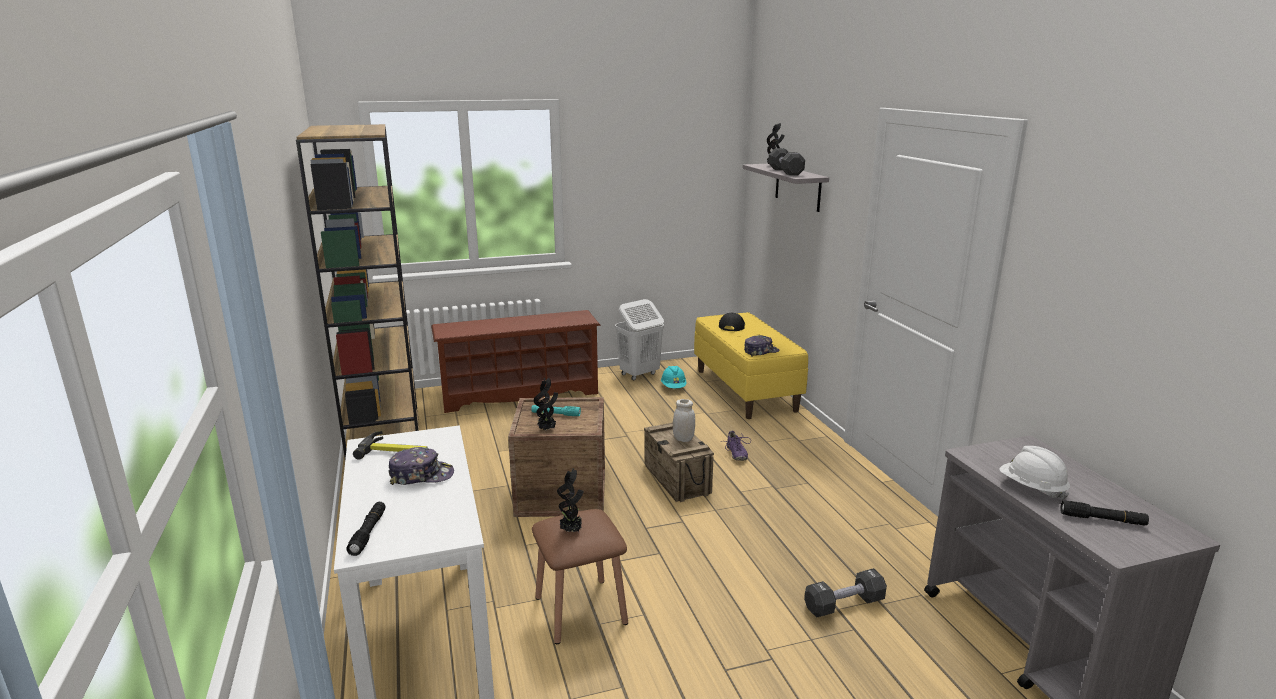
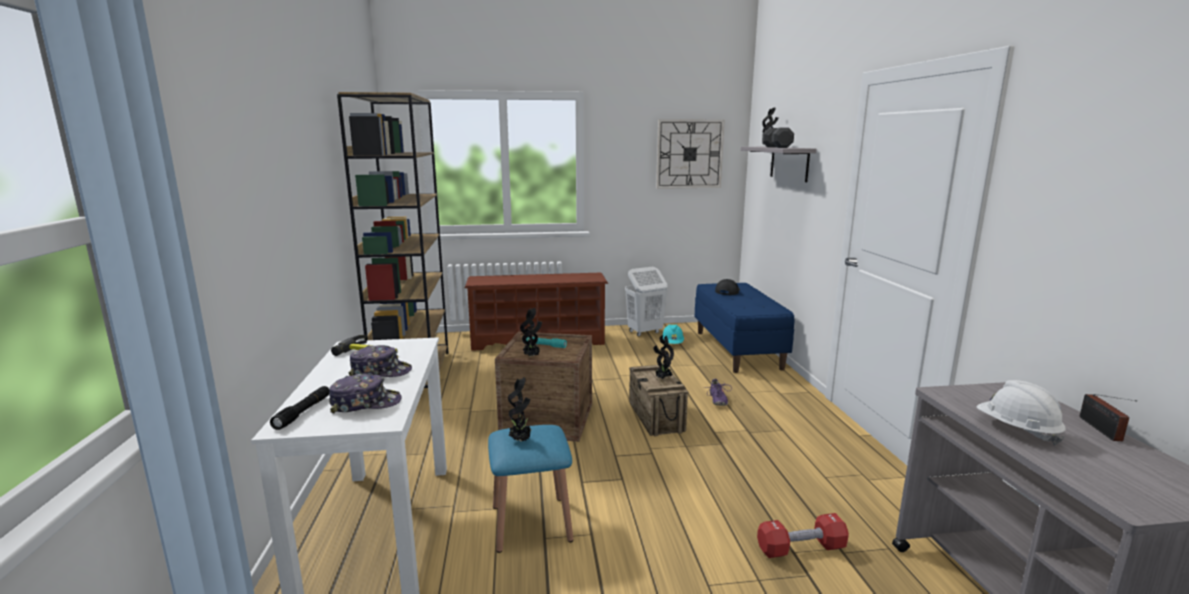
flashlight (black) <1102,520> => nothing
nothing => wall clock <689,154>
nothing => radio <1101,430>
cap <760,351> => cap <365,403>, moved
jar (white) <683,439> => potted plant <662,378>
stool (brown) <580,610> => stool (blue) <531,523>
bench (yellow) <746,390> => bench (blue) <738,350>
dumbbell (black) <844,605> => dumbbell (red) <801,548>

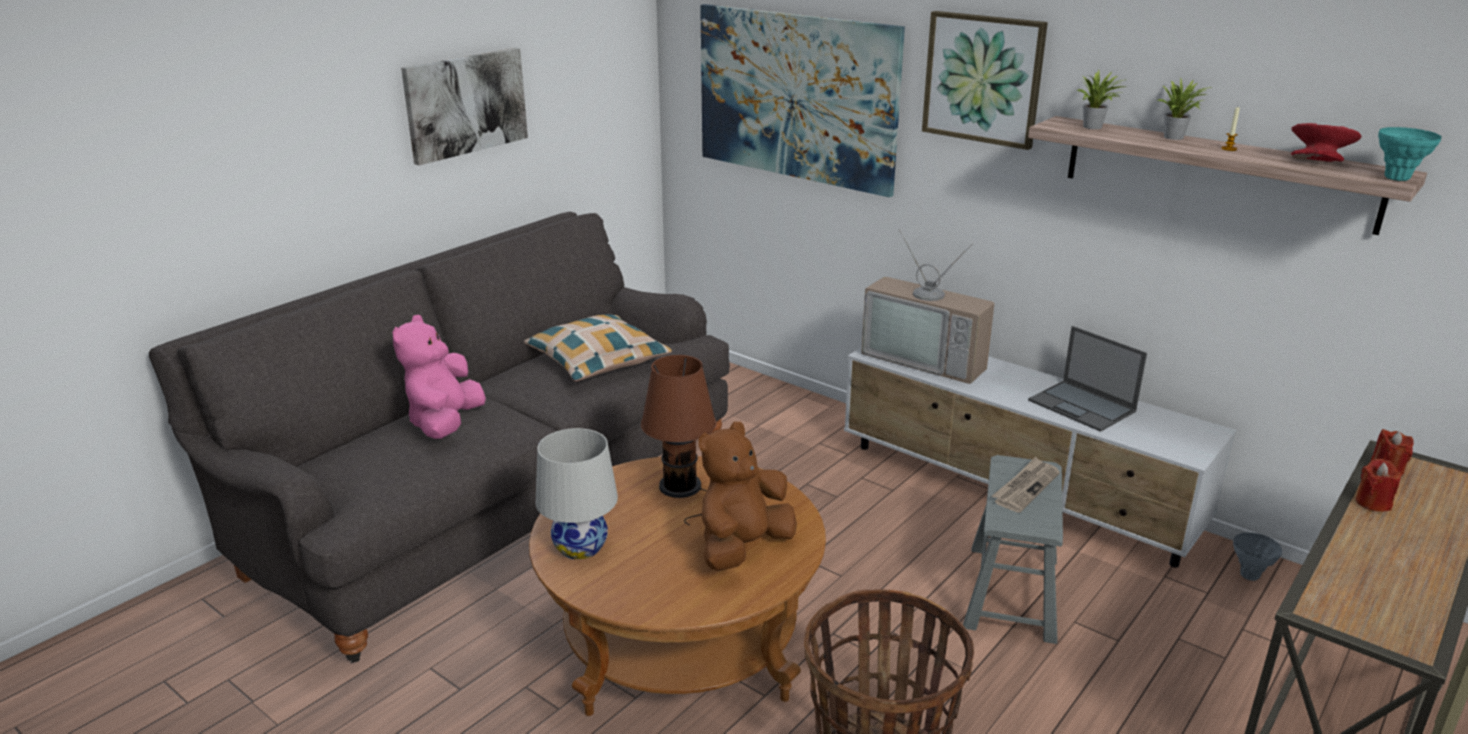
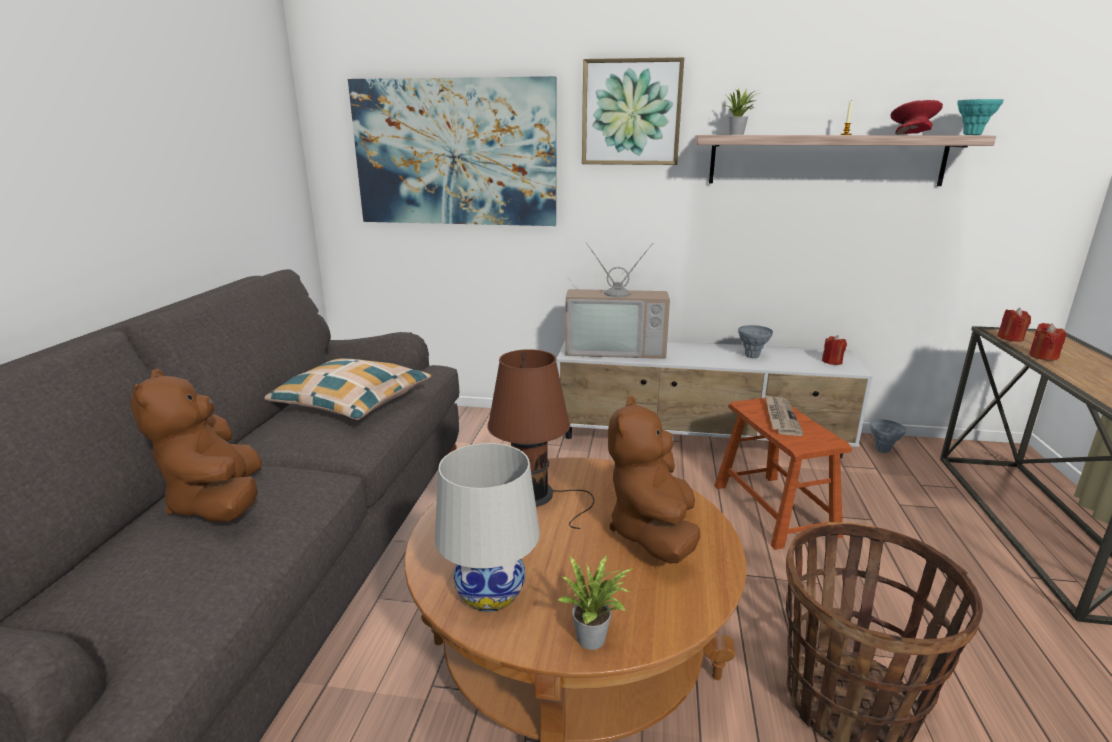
picture <465,104> => nothing
nothing => candle (red) <832,362>
potted plant <1176,137> => potted plant <595,639>, moved
laptop <1083,406> => vase (grey) <752,356>
plush toy (pink) <445,424> => plush toy (brown) <218,503>
stool (grey) <1011,592> => stool (brown) <774,509>

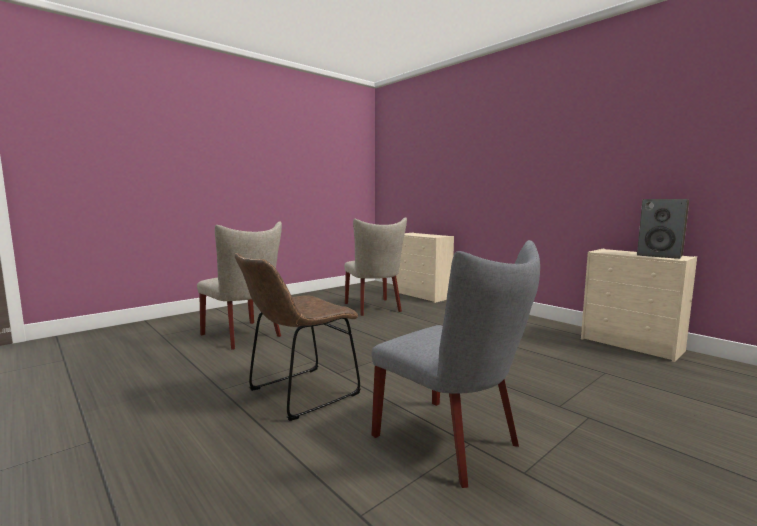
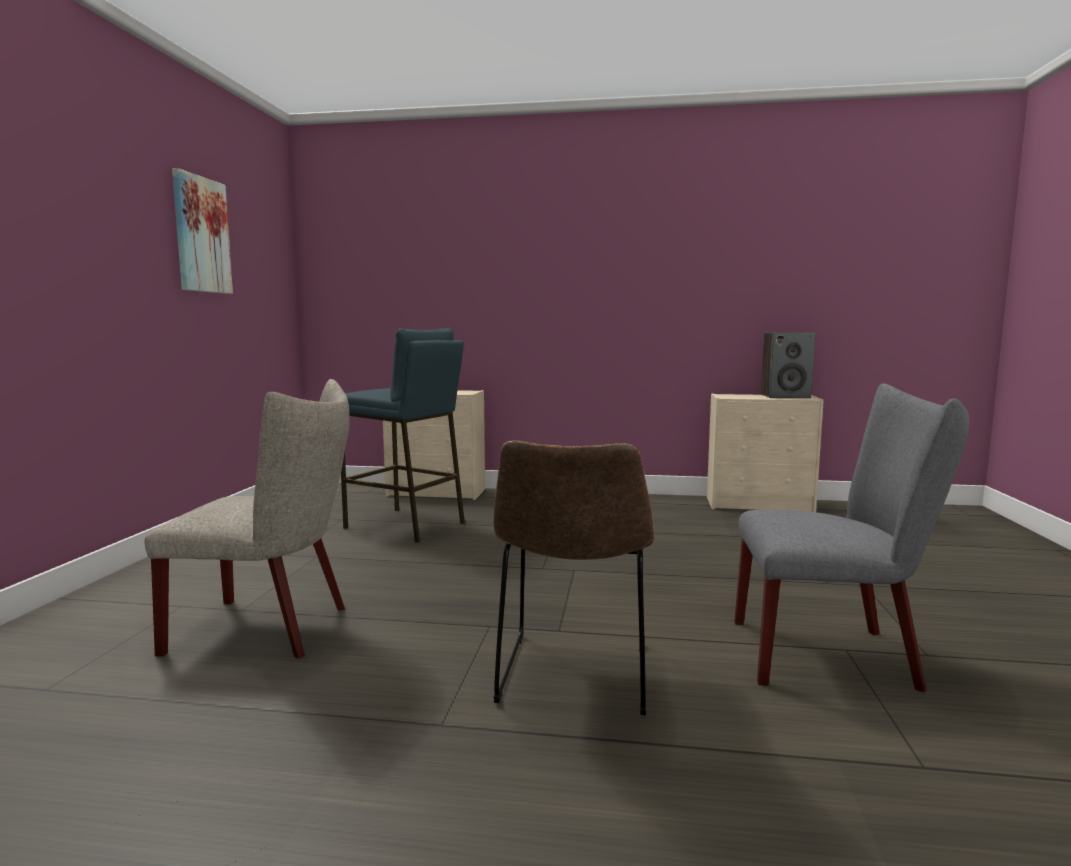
nothing => picture <201,235>
chair (beige) <374,308> => stool (blue) <405,525>

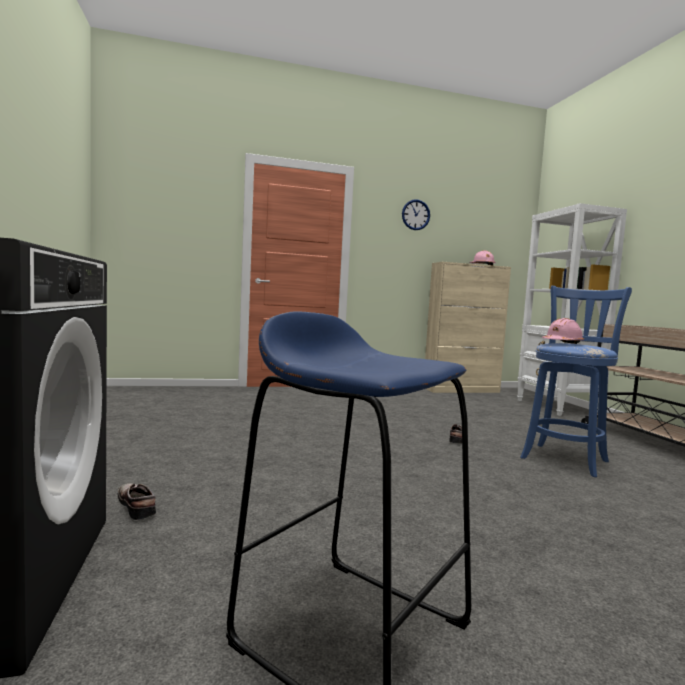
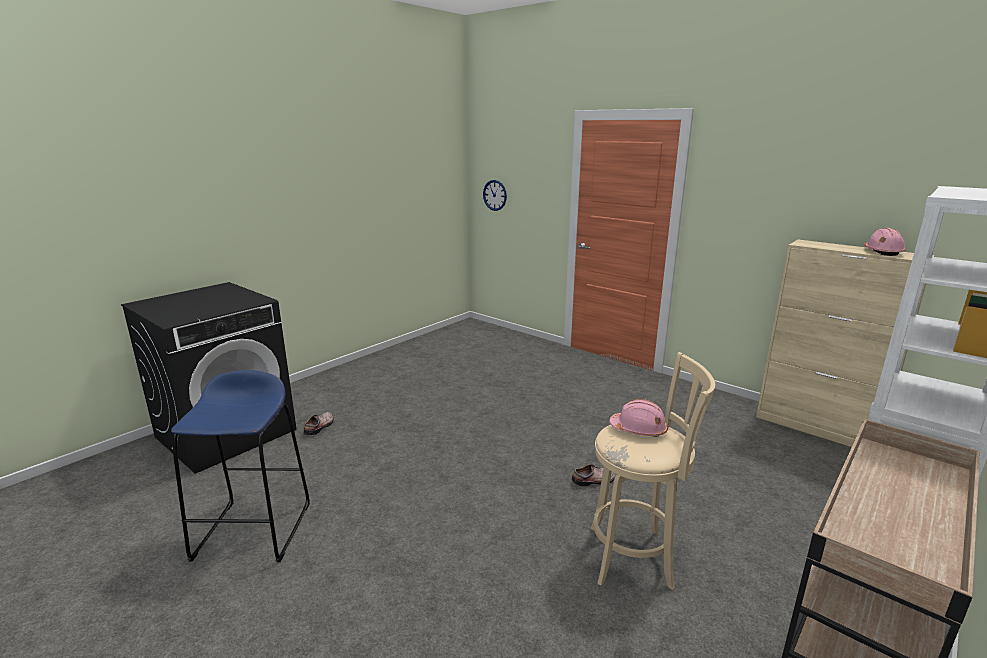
wall clock <415,215> => wall clock <495,195>, moved
stool (blue) <565,458> => stool (beige) <635,557>

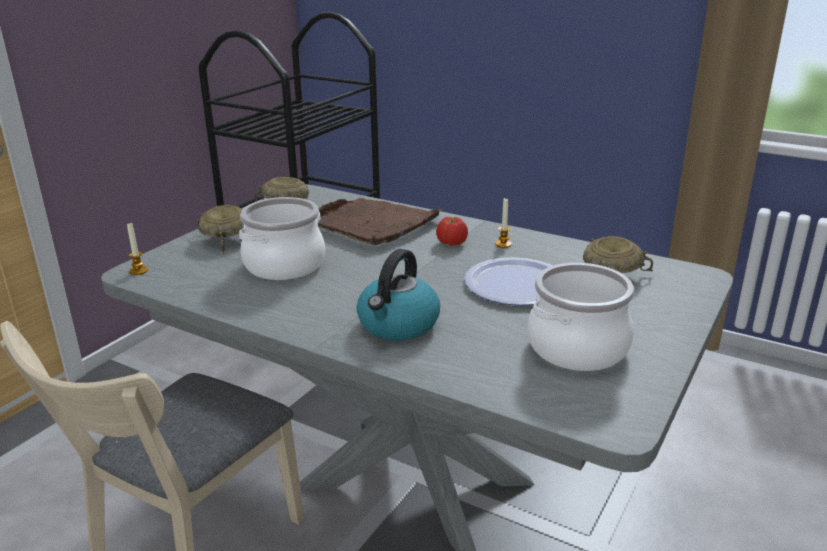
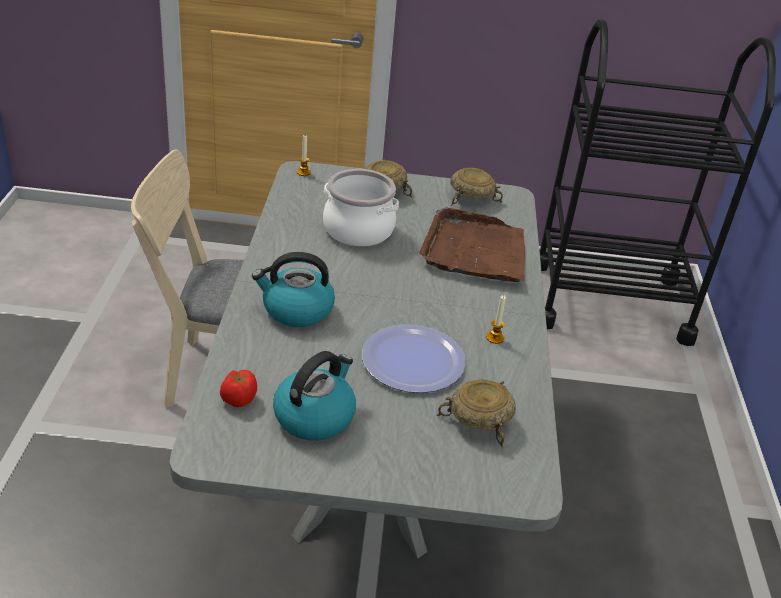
tomato <451,243> => tomato <238,399>, moved
cooking pot <578,348> => kettle <315,416>

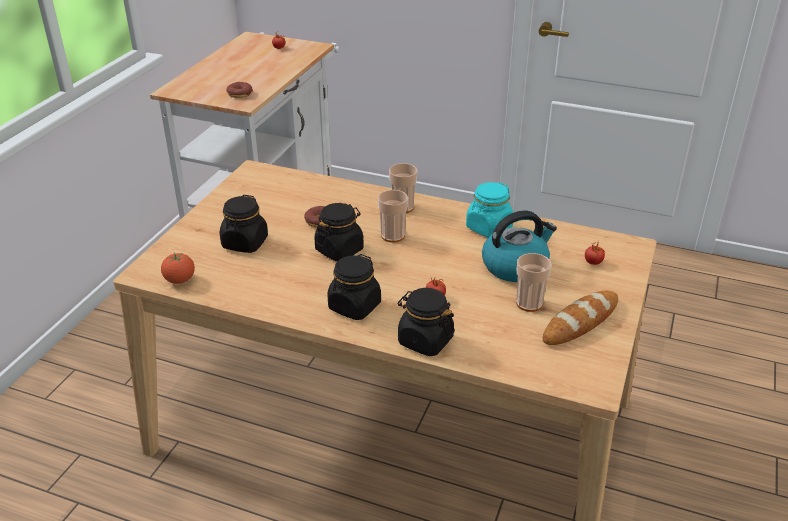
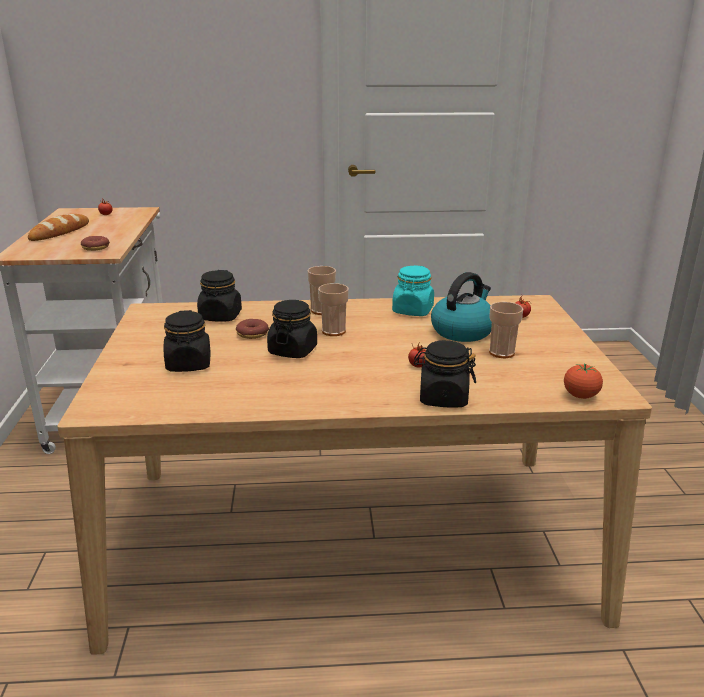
tomato <180,280> => tomato <580,396>, moved
jar (black) <354,306> => jar (black) <220,316>, moved
bread <580,322> => bread <60,232>, moved

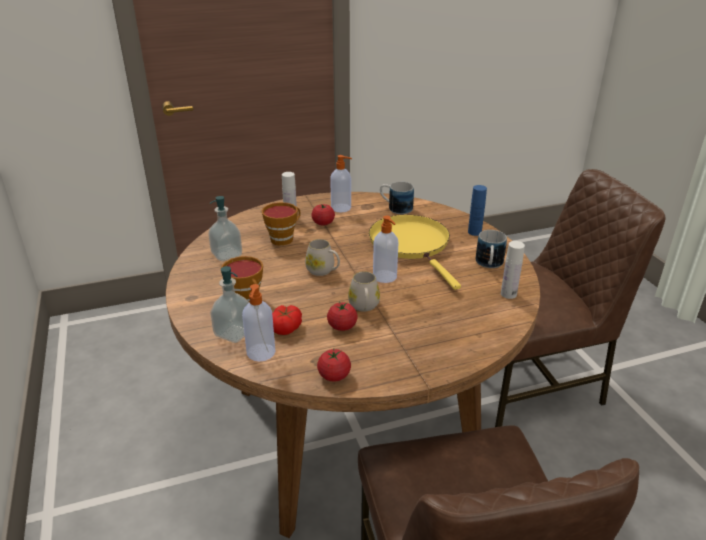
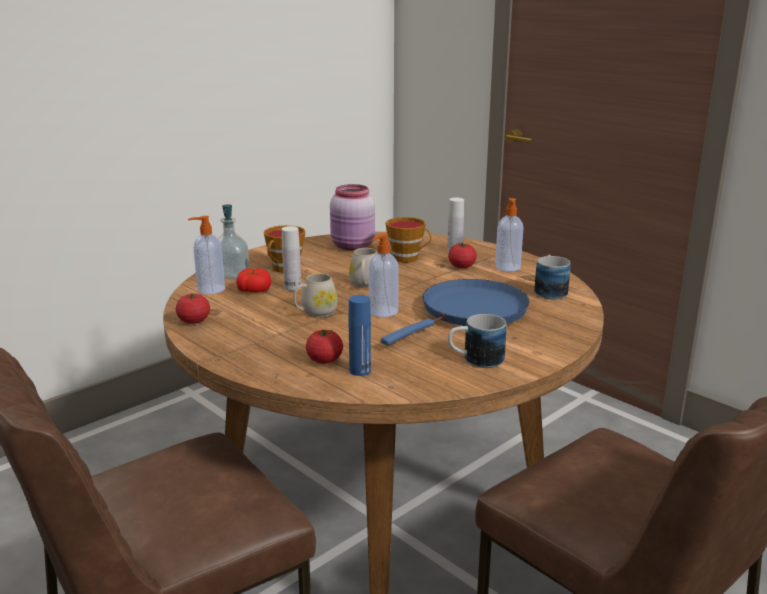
tomato <342,326> => tomato <324,360>, moved
bottle (blue) <474,232> => bottle (blue) <360,371>, moved
bottle (white) <508,294> => bottle (white) <292,287>, moved
soap dispenser <227,254> => jar (pink) <353,246>
frying pan (yellow) <412,245> => frying pan (blue) <470,312>

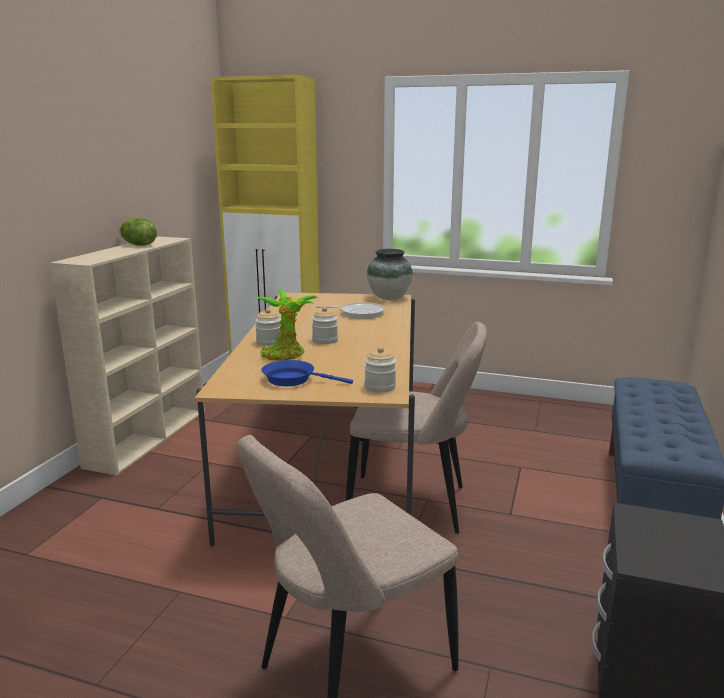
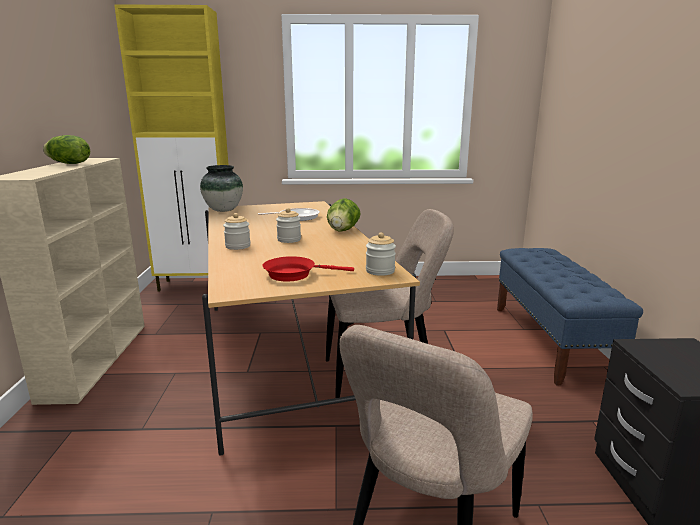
potted plant <285,355> => nothing
nothing => lettuce <343,230>
vase <389,298> => vase <224,210>, moved
frying pan (blue) <293,379> => frying pan (red) <294,274>

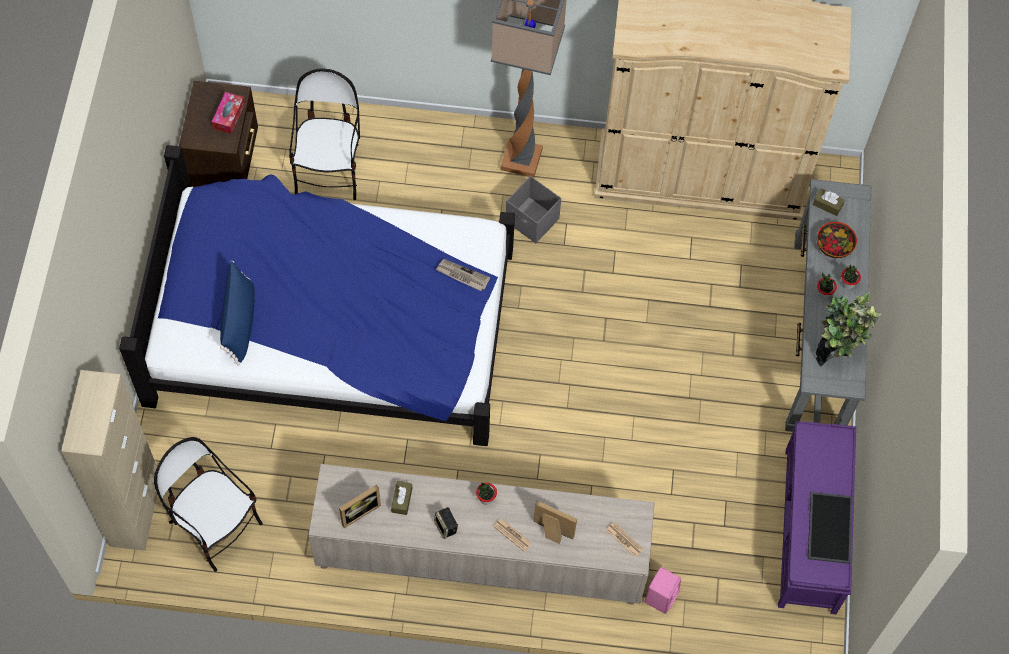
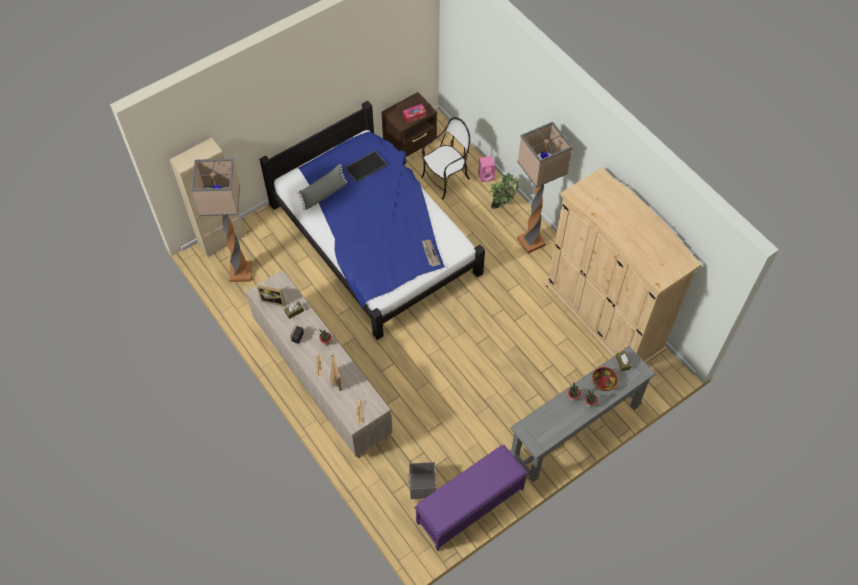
storage box (grey) <532,221> => storage box (grey) <422,486>, moved
speaker (pink) <661,596> => speaker (pink) <486,176>, moved
tray <828,527> => tray <365,166>, moved
potted plant <835,353> => potted plant <503,209>, moved
chair <215,526> => floor lamp <241,272>
pillow (blue) <240,321> => pillow (grey) <324,194>

